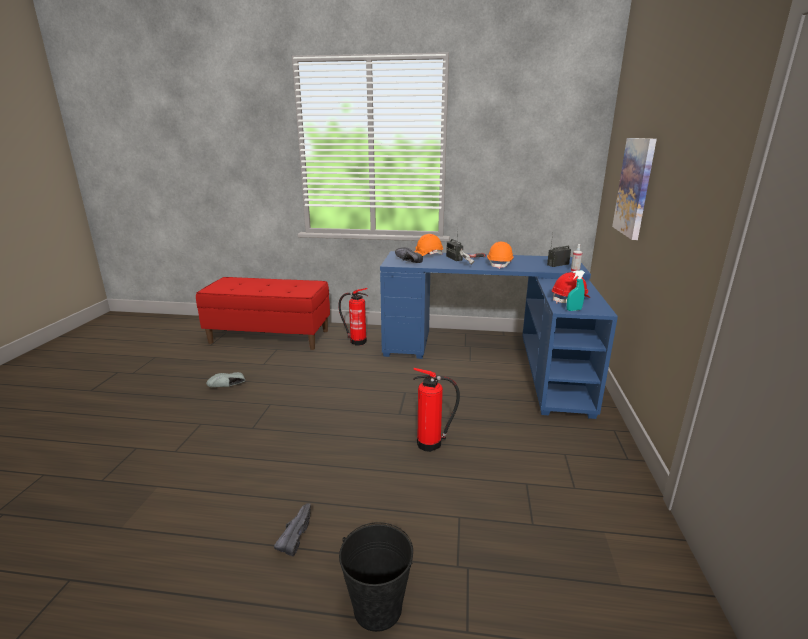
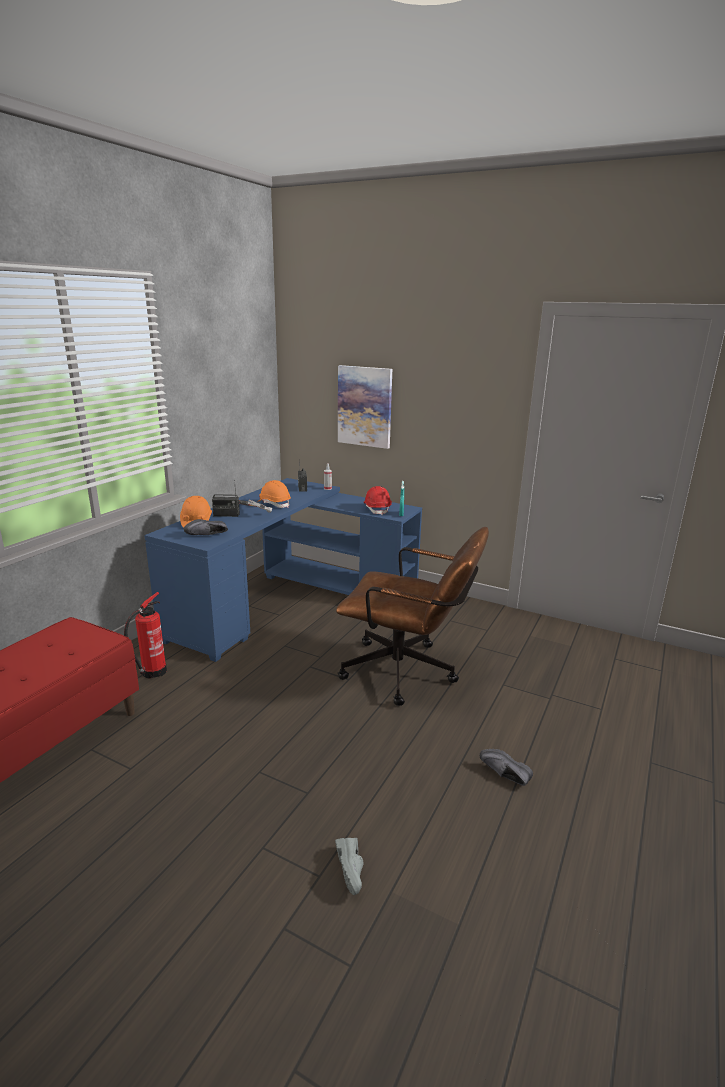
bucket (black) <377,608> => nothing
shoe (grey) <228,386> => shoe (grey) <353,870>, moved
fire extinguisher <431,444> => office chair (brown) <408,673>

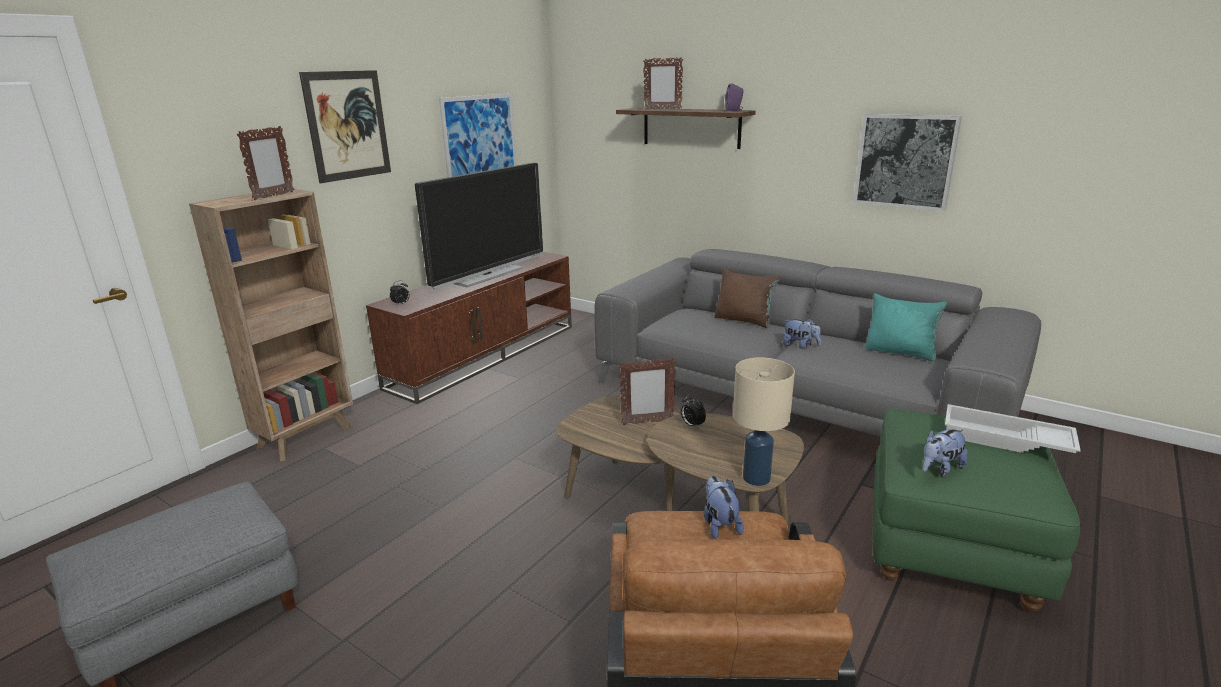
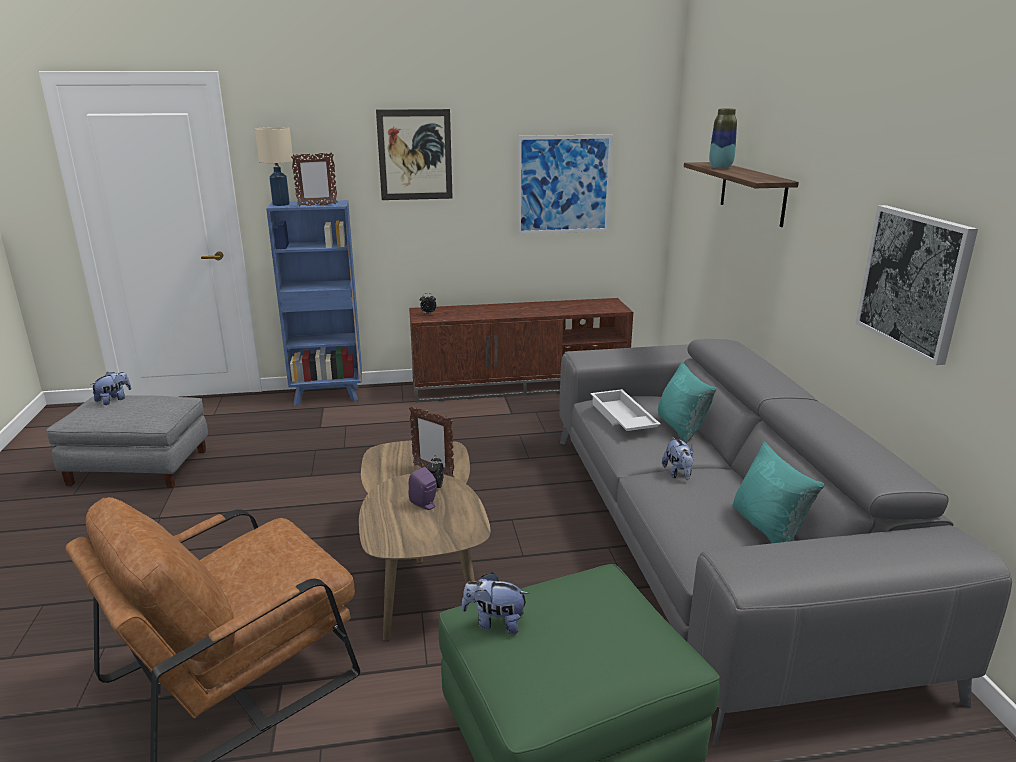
television <487,275> => nothing
plush toy <719,524> => plush toy <114,400>, moved
speaker (purple) <734,110> => speaker (purple) <425,505>, moved
table lamp (beige) <757,478> => table lamp (beige) <281,204>, moved
tray (white) <1005,440> => tray (white) <621,418>, moved
picture frame <662,109> => vase <720,167>
bookcase (brown) <307,436> => bookcase (blue) <328,396>
pillow (brown) <744,320> => pillow (turquoise) <681,428>

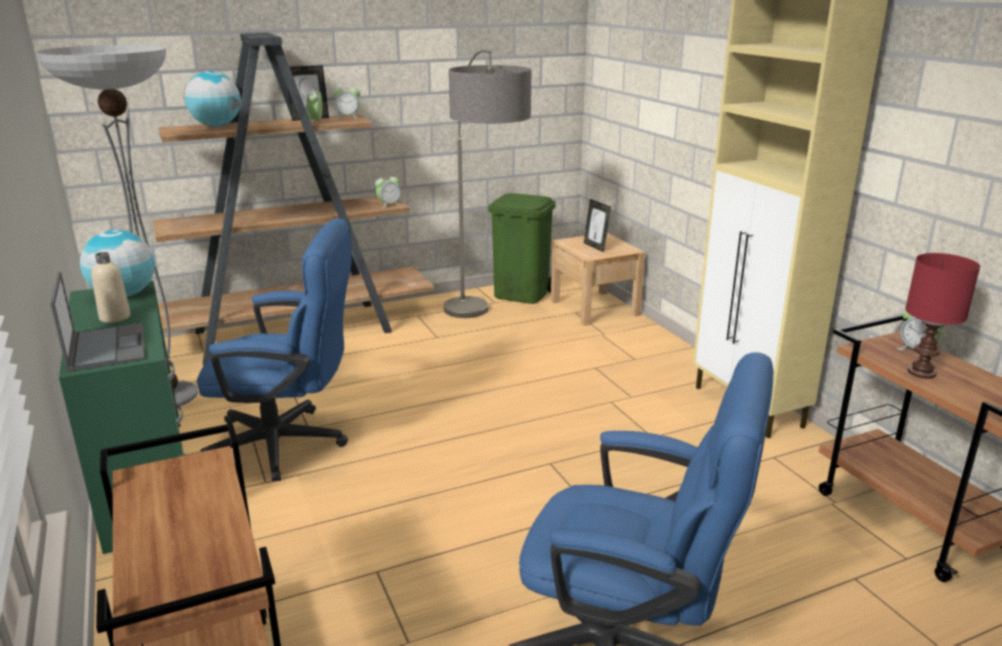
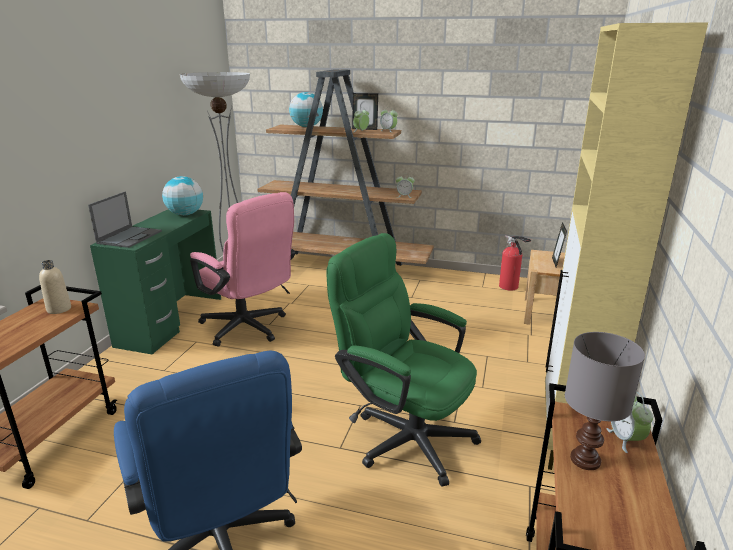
floor lamp <482,330> => nothing
nothing => office chair (green) <403,435>
bottle (beige) <115,317> => bottle (beige) <59,309>, moved
trash can (green) <522,294> => fire extinguisher <510,287>
office chair (blue) <289,444> => office chair (pink) <249,329>
table lamp (red) <922,372> => table lamp (grey) <586,460>

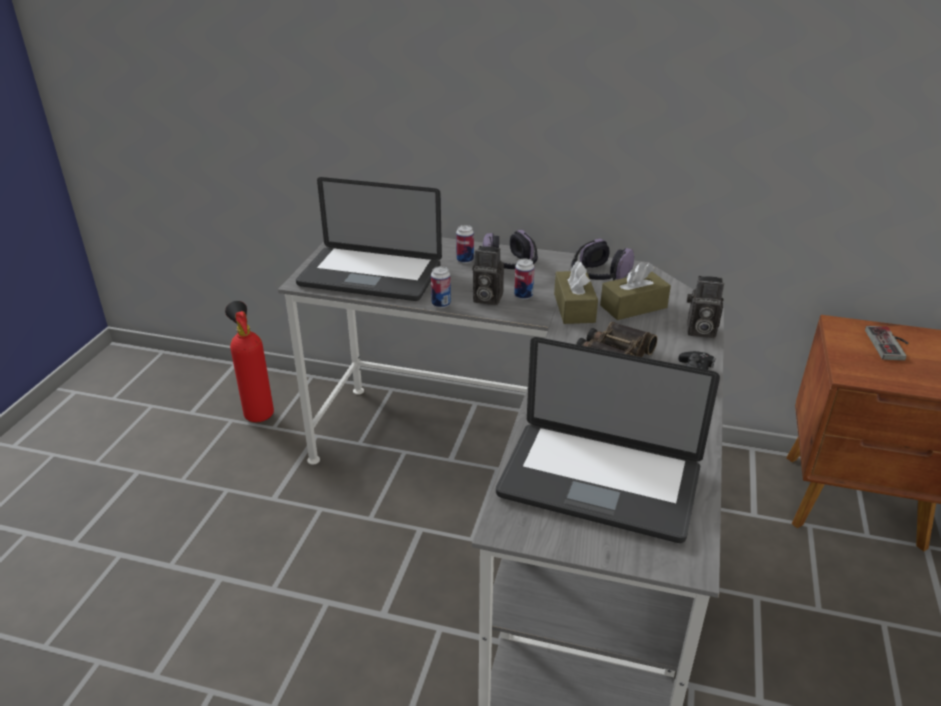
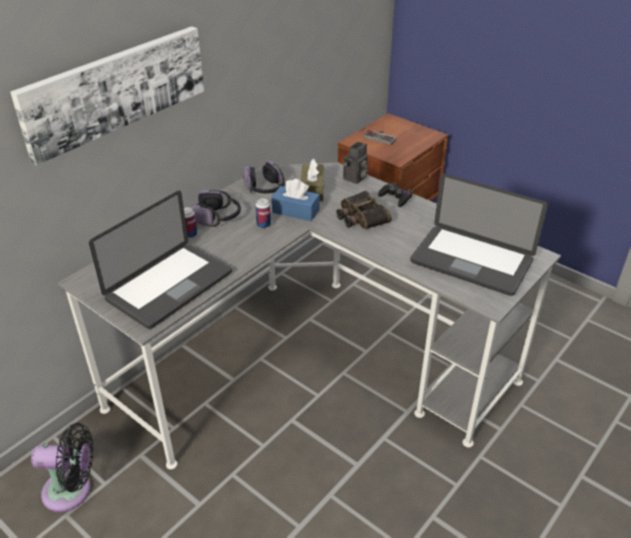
can <441,304> => nothing
photo camera <485,298> => nothing
nothing => picture <115,90>
fire extinguisher <258,412> => fan (black) <72,491>
tissue box (brown) <574,308> => tissue box (blue) <295,211>
laptop <599,482> => laptop <471,261>, 75 degrees clockwise

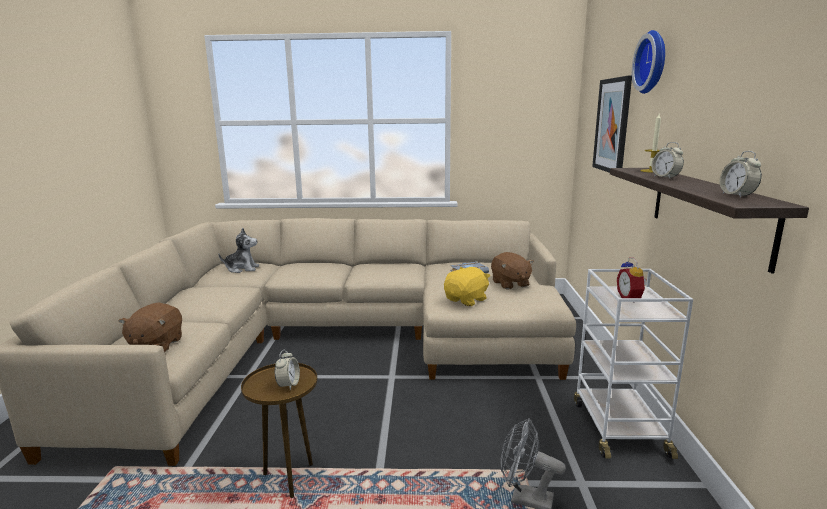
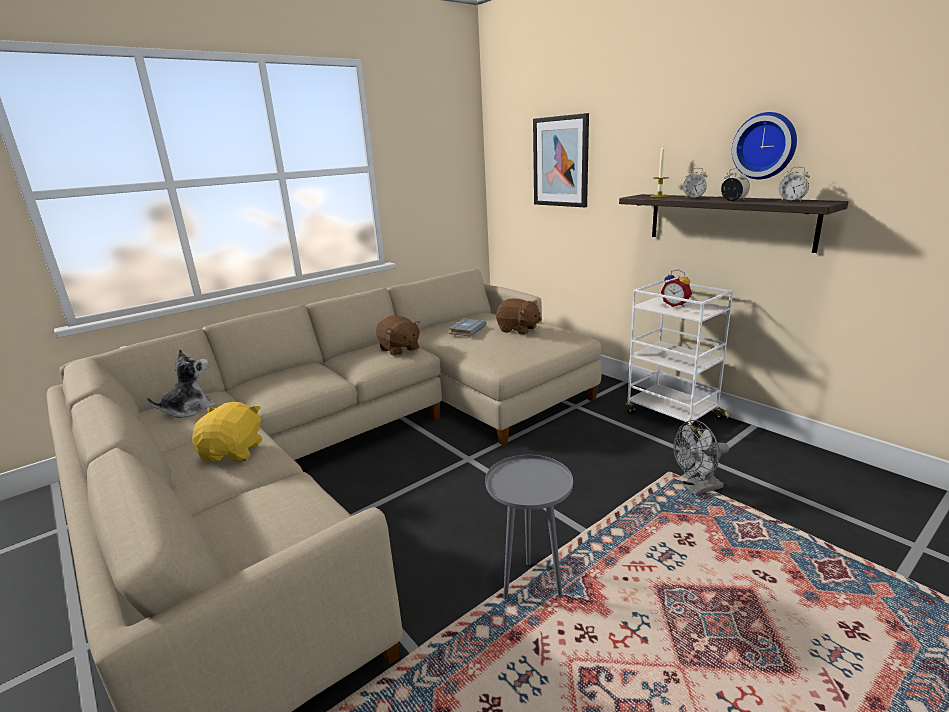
plush toy (brown) <156,345> => plush toy (brown) <399,349>, moved
alarm clock <288,385> => alarm clock <733,200>, moved
plush toy (yellow) <466,300> => plush toy (yellow) <234,452>, moved
wall clock <653,62> => wall clock <765,146>, moved
side table (brown) <289,478> => side table (grey) <531,586>

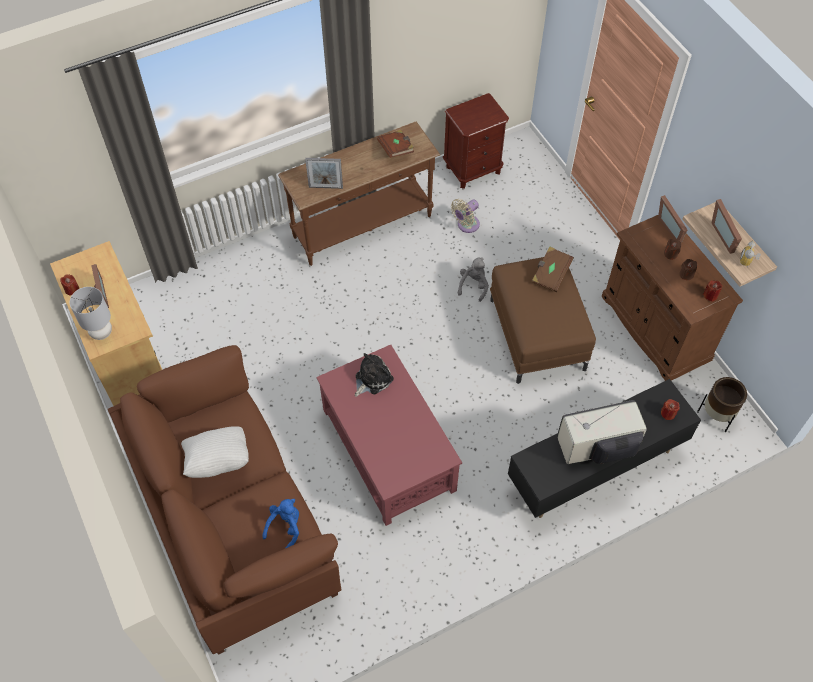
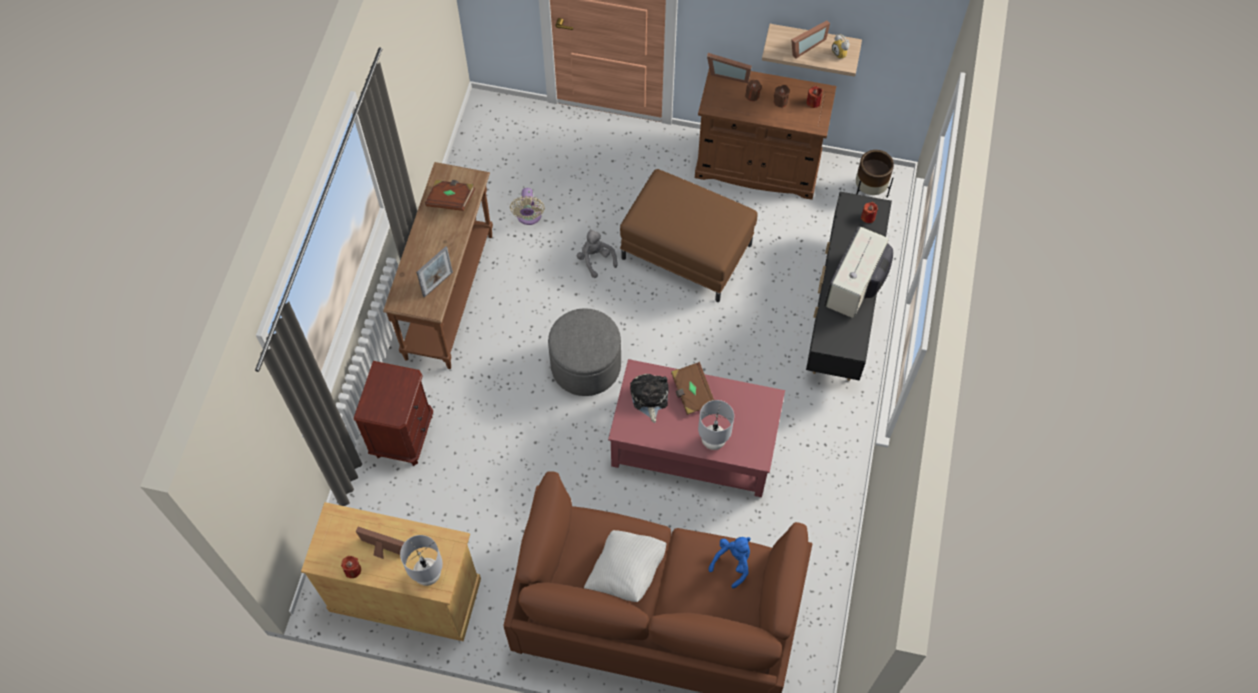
nothing => ottoman (grey) <585,365>
nothing => table lamp (grey) <713,441>
nightstand (brown) <473,169> => nightstand (brown) <403,435>, moved
book (brown) <550,274> => book (brown) <691,393>, moved
plush toy (blue) <285,527> => plush toy (blue) <733,562>, 60 degrees clockwise
picture frame <725,235> => picture frame <805,45>, 60 degrees counterclockwise

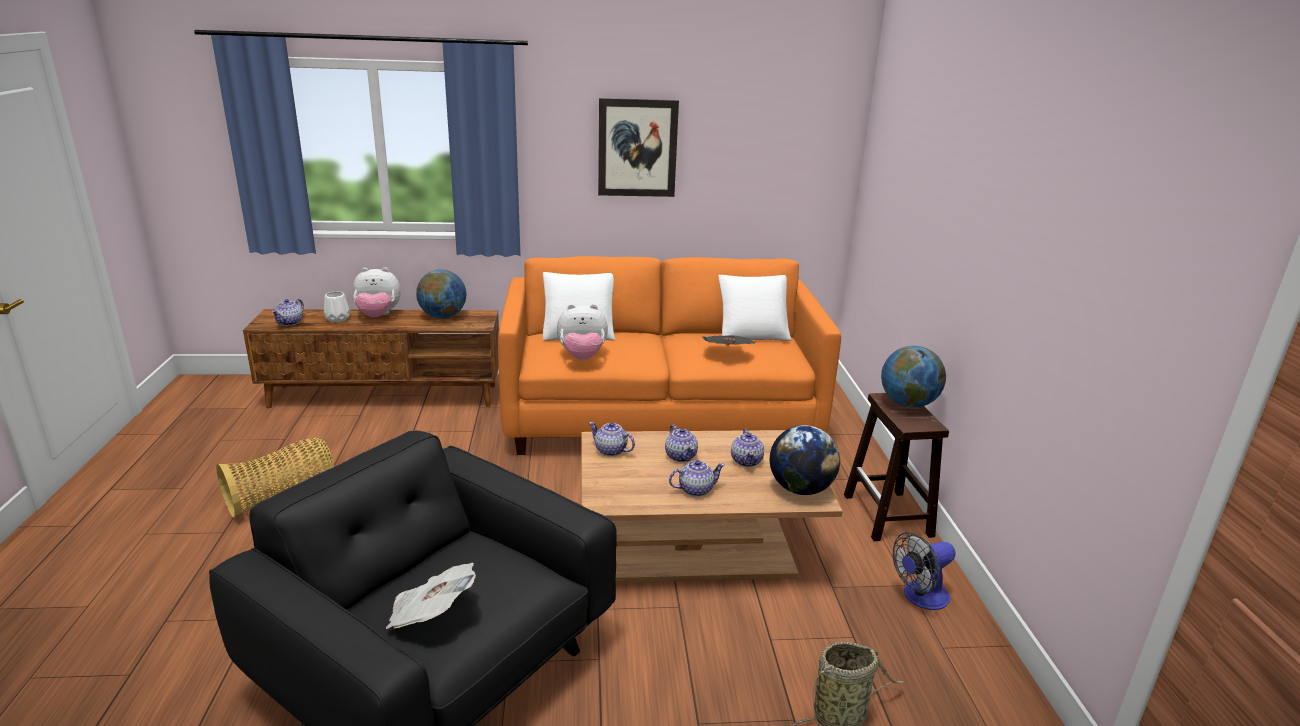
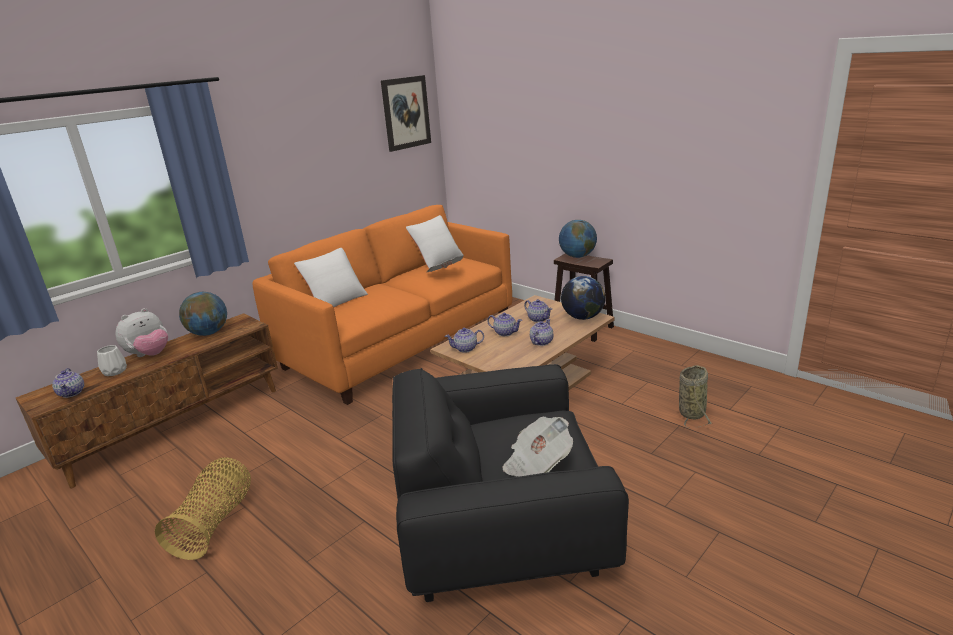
plush toy <582,357> => nothing
fan <920,597> => nothing
picture <637,148> => picture <406,113>, moved

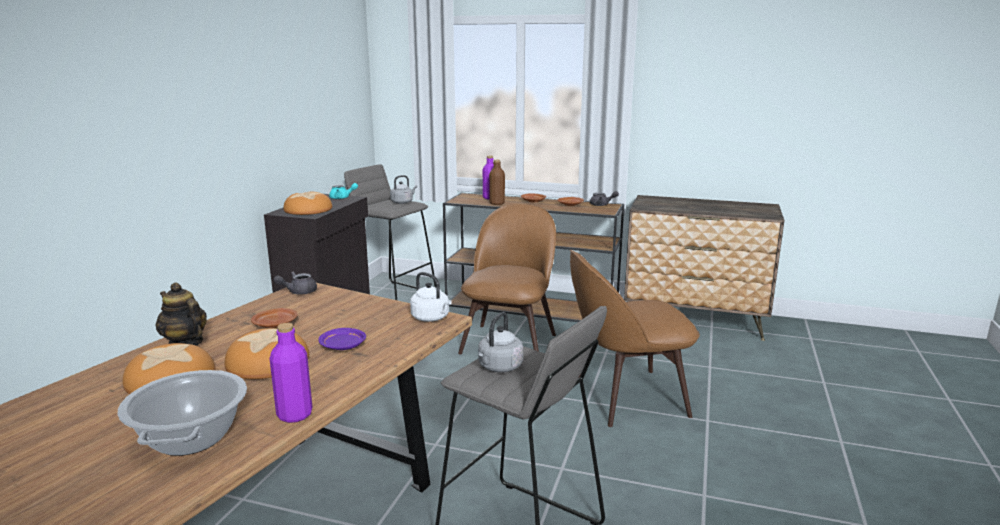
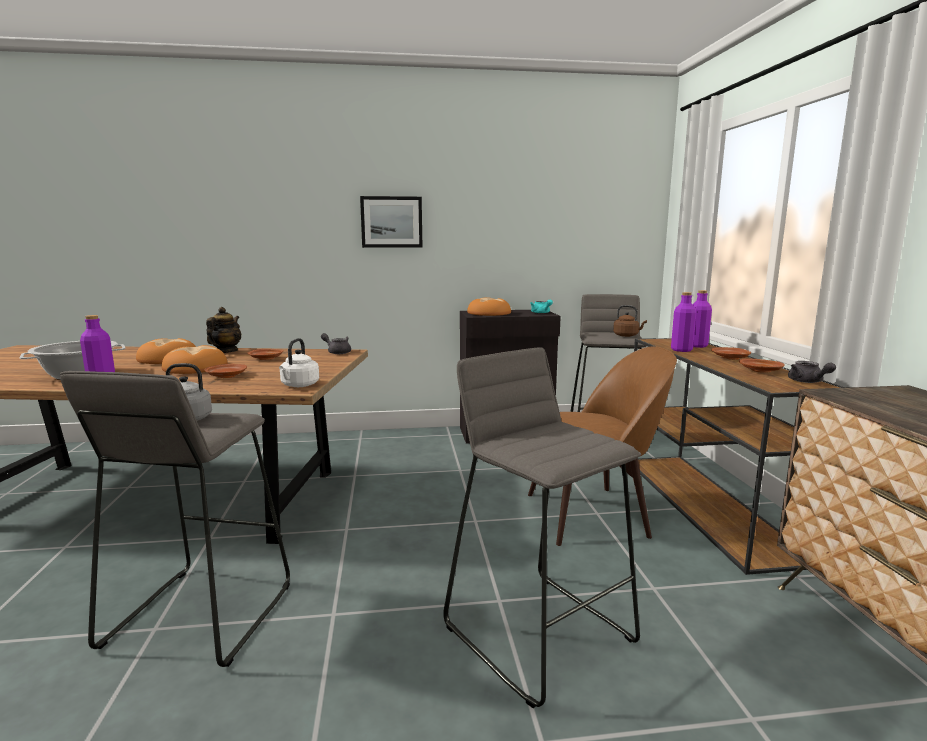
nothing => picture <391,222>
chair (brown) <626,397> => stool (grey) <540,632>
plate (purple) <343,346> => plate (brown) <226,376>
kettle (grey) <403,202> => kettle (brown) <627,335>
bottle (brown) <497,203> => bottle (purple) <681,350>

